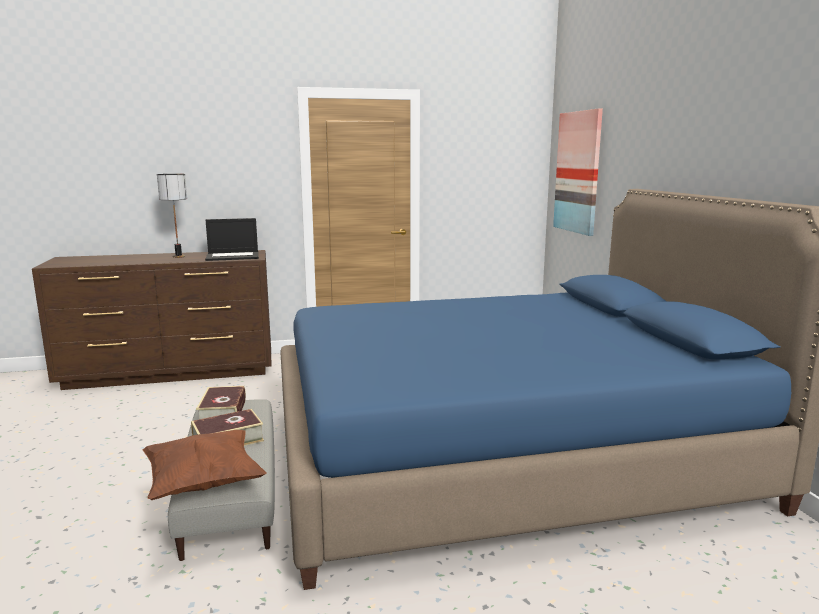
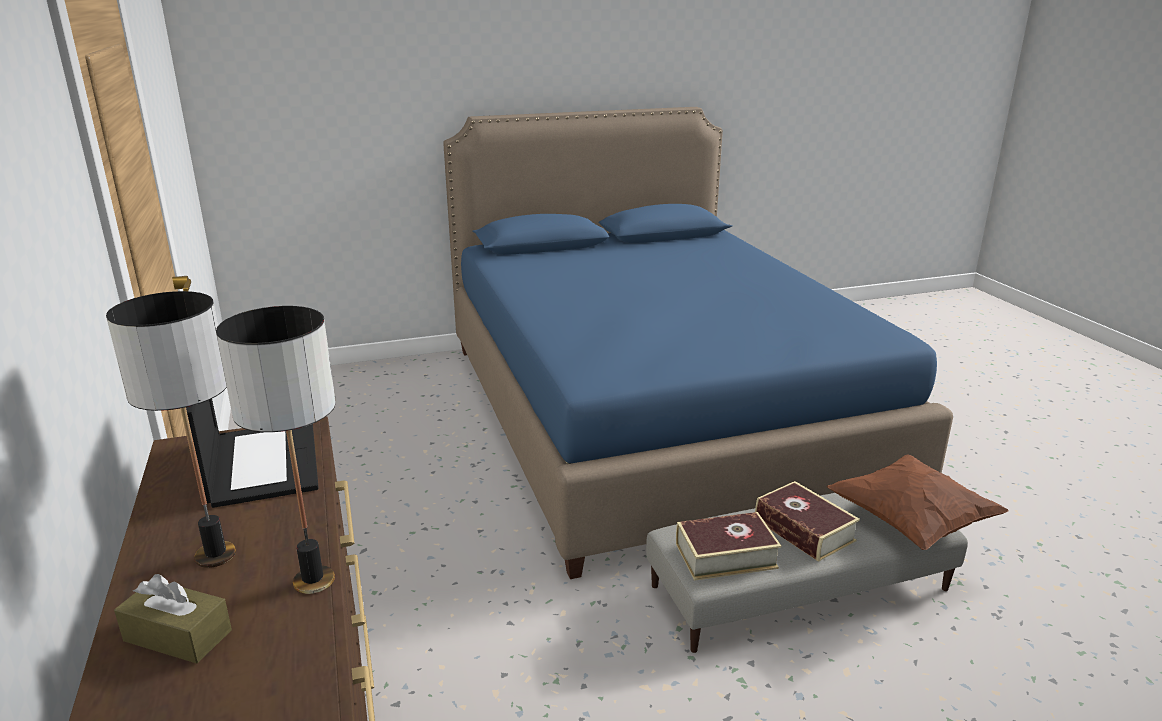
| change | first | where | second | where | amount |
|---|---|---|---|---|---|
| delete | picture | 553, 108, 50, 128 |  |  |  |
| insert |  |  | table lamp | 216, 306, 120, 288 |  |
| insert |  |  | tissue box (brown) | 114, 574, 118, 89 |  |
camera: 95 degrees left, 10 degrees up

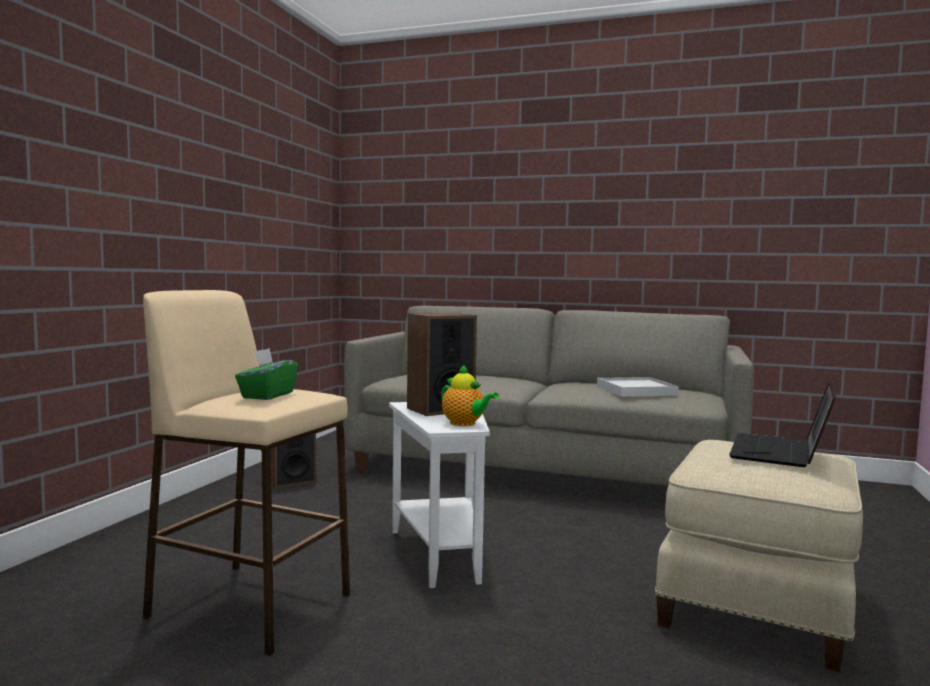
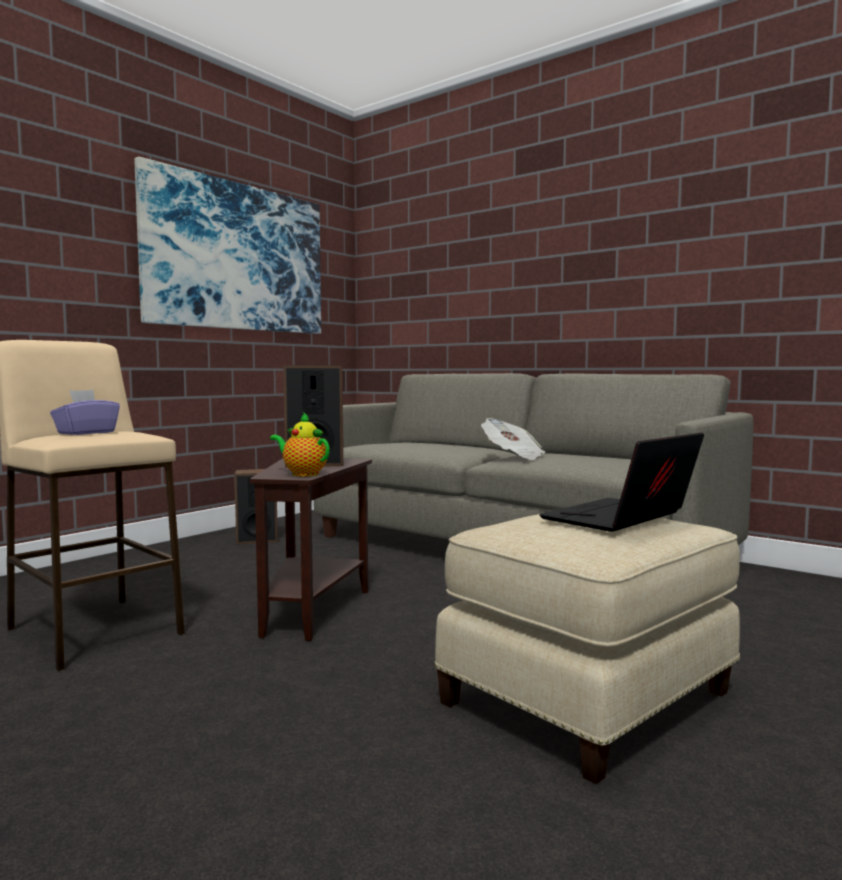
| change | first | where | second | where | amount |
|---|---|---|---|---|---|
| recolor | tissue box (green) | 235, 348, 63, 52 | tissue box (purple) | 50, 390, 70, 45 |  |
| rotate | teapot | 441, 364, 58, 62 |  | 270, 413, 60, 63 | 150 degrees clockwise |
| delete | tray (white) | 597, 377, 82, 20 |  |  |  |
| recolor | side table (white) | 389, 402, 101, 186 | side table (brown) | 250, 458, 122, 183 |  |
| insert |  |  | picture | 134, 157, 187, 177 |  |
| insert |  |  | newspaper | 481, 418, 64, 42 |  |
camera: 20 degrees right, 0 degrees up

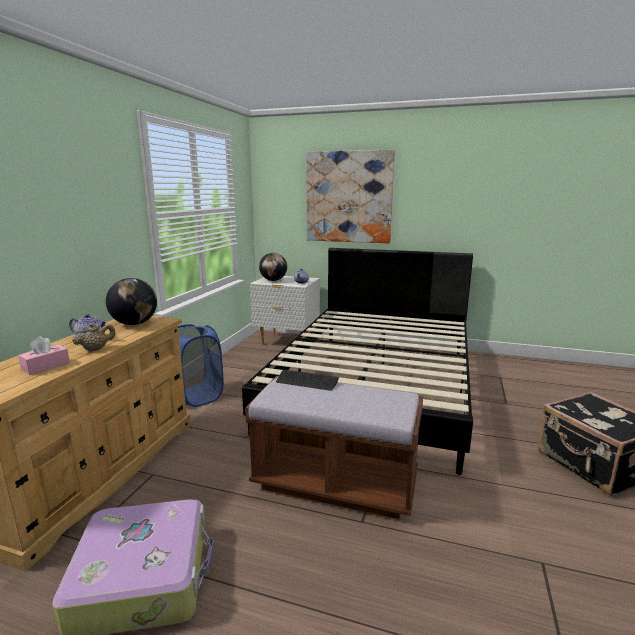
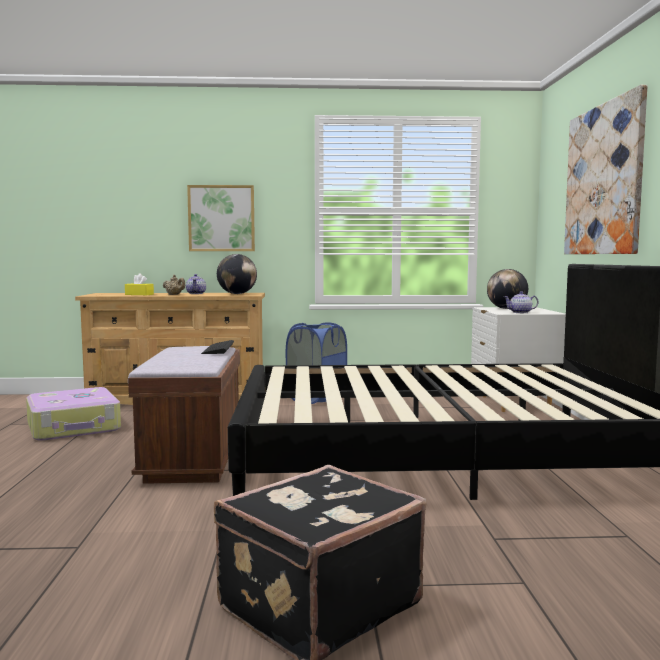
| change | first | where | second | where | amount |
|---|---|---|---|---|---|
| recolor | tissue box (pink) | 18, 336, 52, 39 | tissue box (yellow) | 125, 273, 29, 22 |  |
| insert |  |  | picture | 187, 185, 68, 66 |  |
camera: 70 degrees right, 10 degrees down

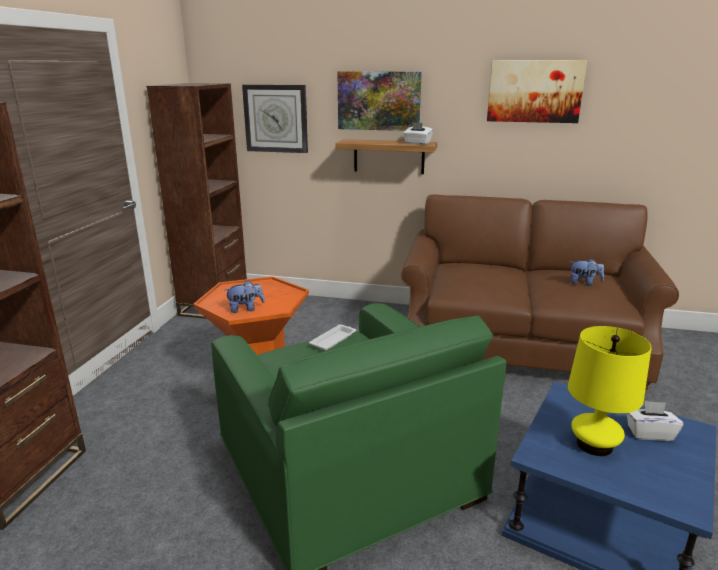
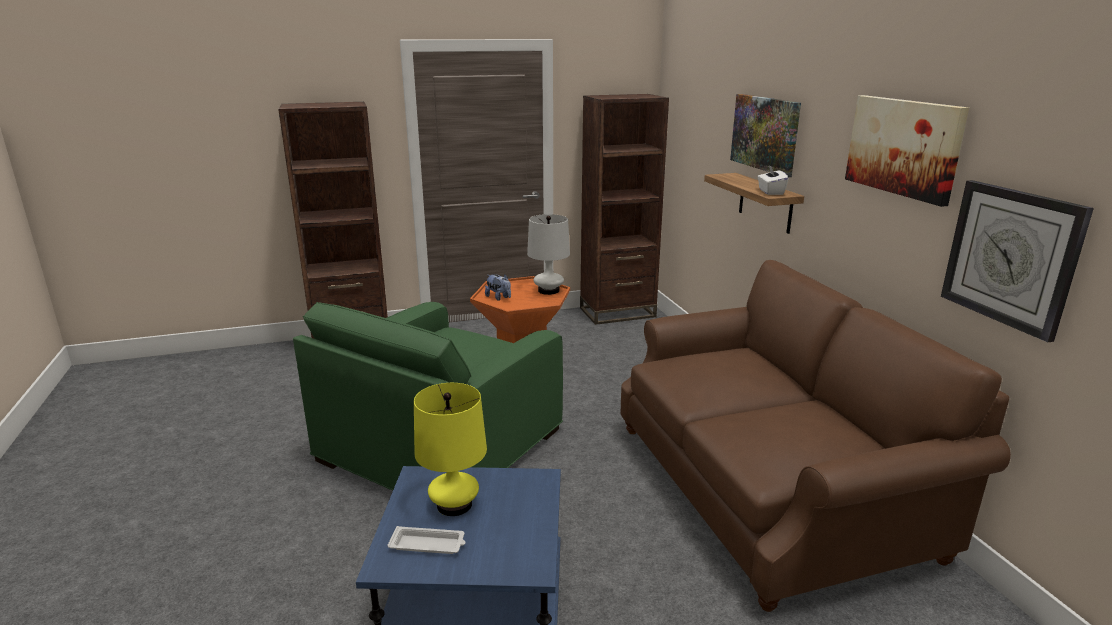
| change | first | where | second | where | amount |
|---|---|---|---|---|---|
| move | wall clock | 242, 84, 66, 69 |  | 941, 180, 153, 162 |  |
| delete | plush toy | 570, 259, 34, 27 |  |  |  |
| move | tray (white) | 309, 324, 47, 26 |  | 387, 526, 78, 28 |  |
| delete | tissue box (white) | 626, 401, 58, 40 |  |  |  |
| insert |  |  | table lamp (white) | 527, 214, 43, 81 |  |
camera: 60 degrees right, 0 degrees up

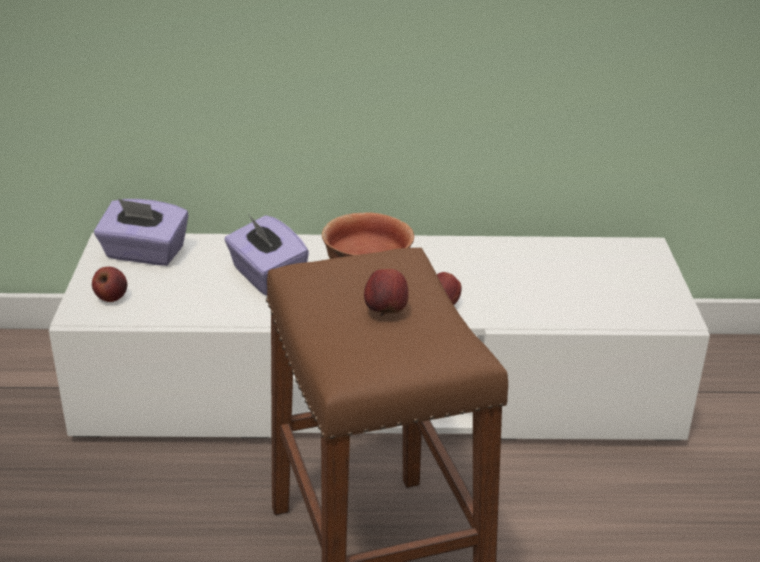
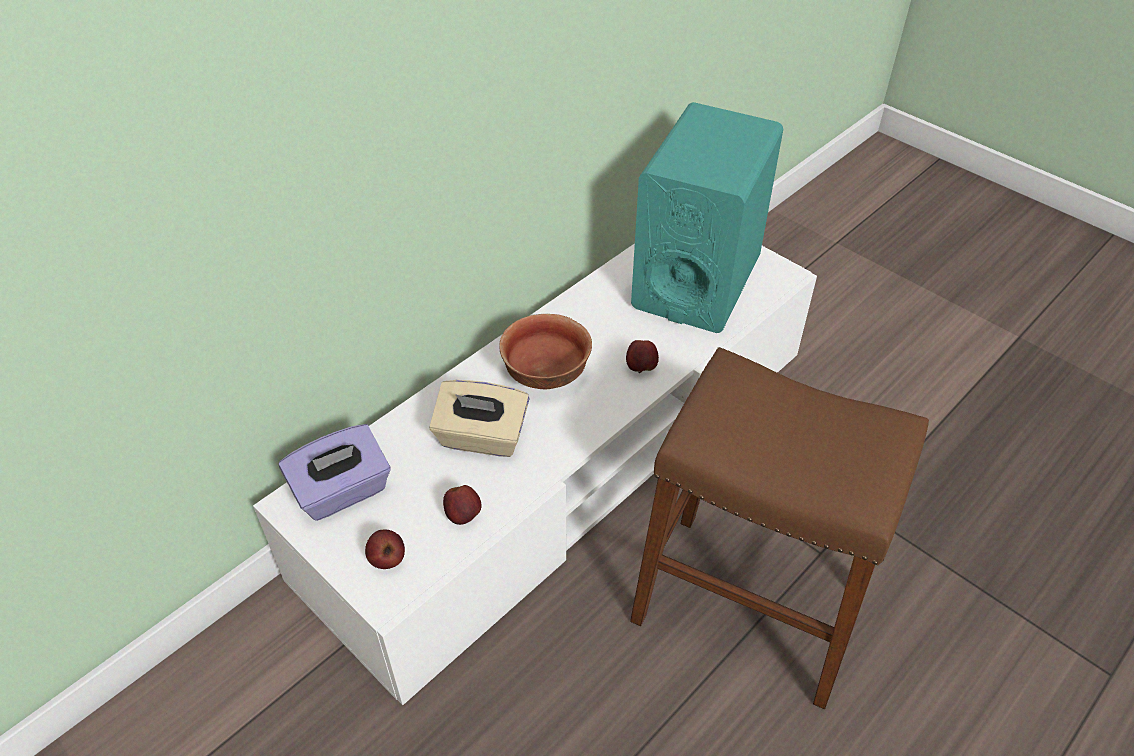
| change | first | where | second | where | amount |
|---|---|---|---|---|---|
| recolor | tissue box (purple) | 224, 215, 85, 81 | tissue box (beige) | 429, 380, 101, 77 |  |
| move | apple | 364, 269, 45, 47 |  | 443, 485, 39, 40 |  |
| insert |  |  | speaker (turquoise) | 631, 102, 152, 231 |  |
camera: 45 degrees left, 15 degrees up

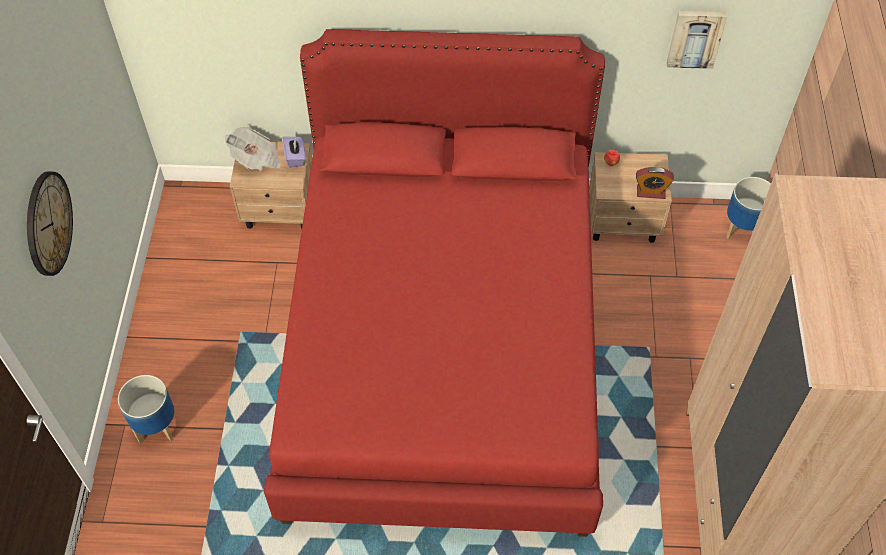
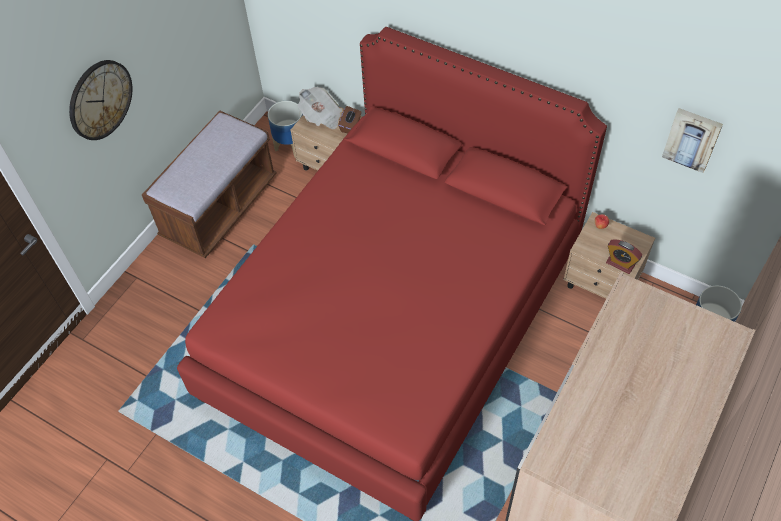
| change | first | where | second | where | amount |
|---|---|---|---|---|---|
| recolor | tissue box (purple) | 282, 137, 24, 31 | tissue box (brown) | 338, 106, 23, 27 |  |
| move | planter | 118, 375, 57, 68 |  | 268, 101, 35, 56 |  |
| insert |  |  | bench (brown) | 142, 111, 135, 147 |  |
camera: 30 degrees right, 0 degrees up

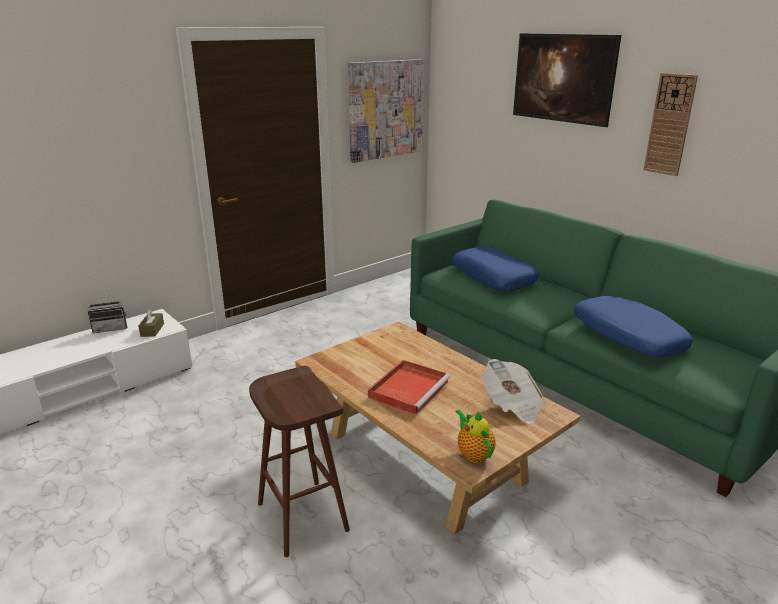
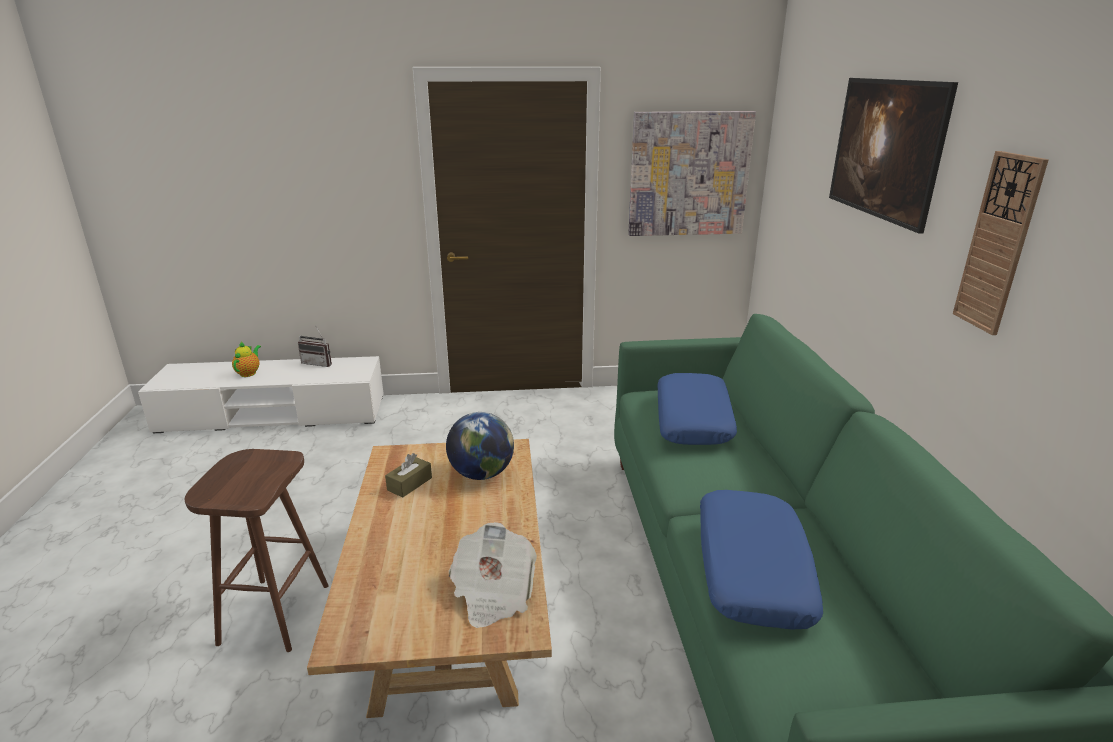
| change | first | where | second | where | amount |
|---|---|---|---|---|---|
| move | tissue box (brown) | 138, 308, 26, 29 |  | 385, 453, 47, 45 |  |
| delete | tray (red) | 368, 360, 82, 55 |  |  |  |
| move | teapot | 456, 410, 40, 53 |  | 232, 342, 29, 35 |  |
| insert |  |  | globe | 446, 412, 68, 68 |  |
camera: 35 degrees right, 0 degrees up

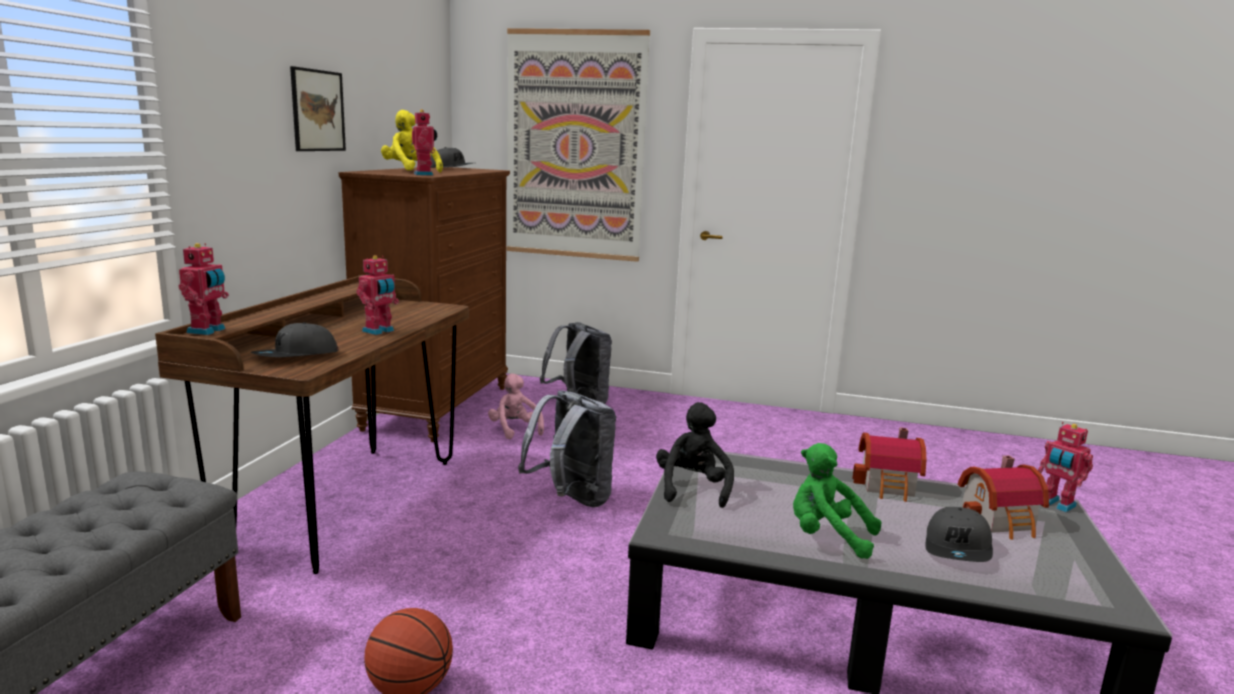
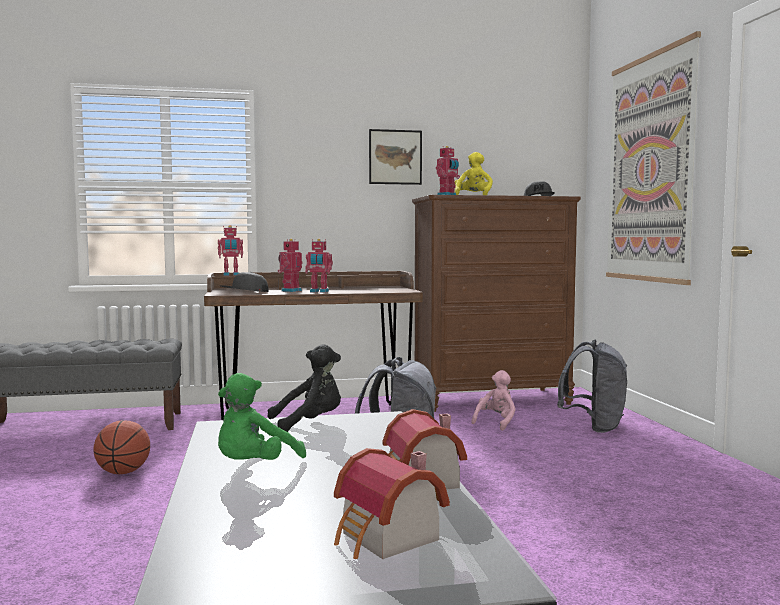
| change | first | where | second | where | amount |
|---|---|---|---|---|---|
| move | toy robot | 1038, 422, 55, 90 |  | 278, 239, 25, 53 |  |
| rotate | plush toy (green) | 793, 443, 88, 116 |  | 218, 373, 88, 87 | 150 degrees counterclockwise |
| delete | cap (grey) | 925, 507, 68, 55 |  |  |  |
camera: 65 degrees right, 10 degrees down

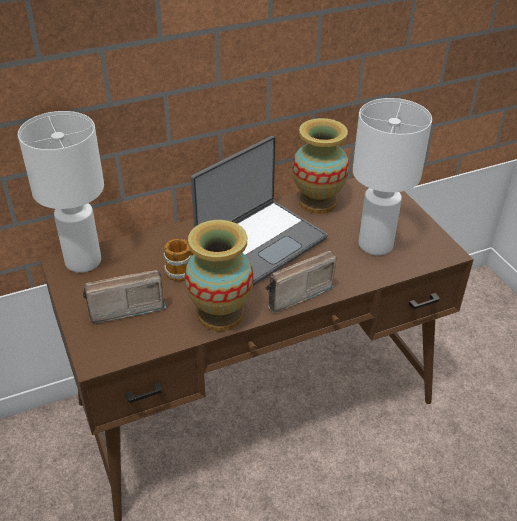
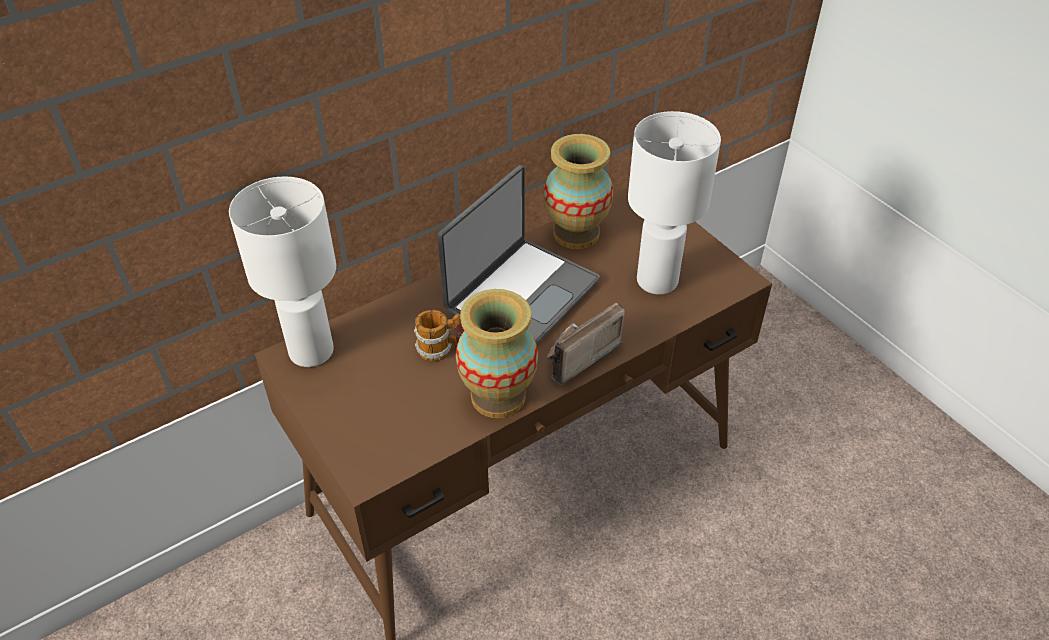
| change | first | where | second | where | amount |
|---|---|---|---|---|---|
| delete | radio | 83, 270, 83, 54 |  |  |  |
camera: 10 degrees left, 5 degrees up

